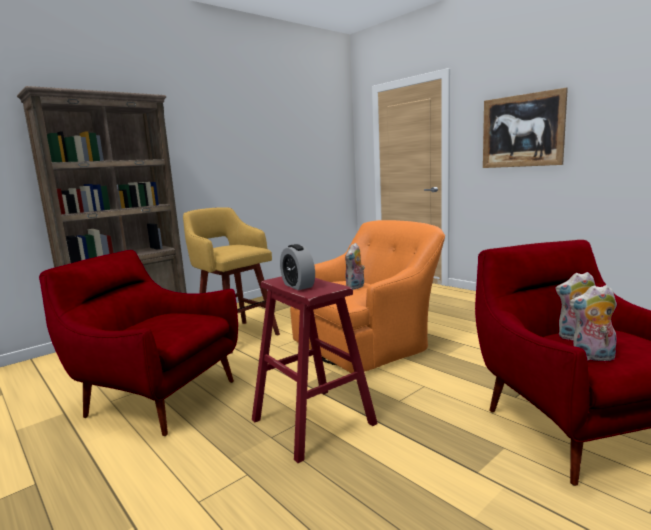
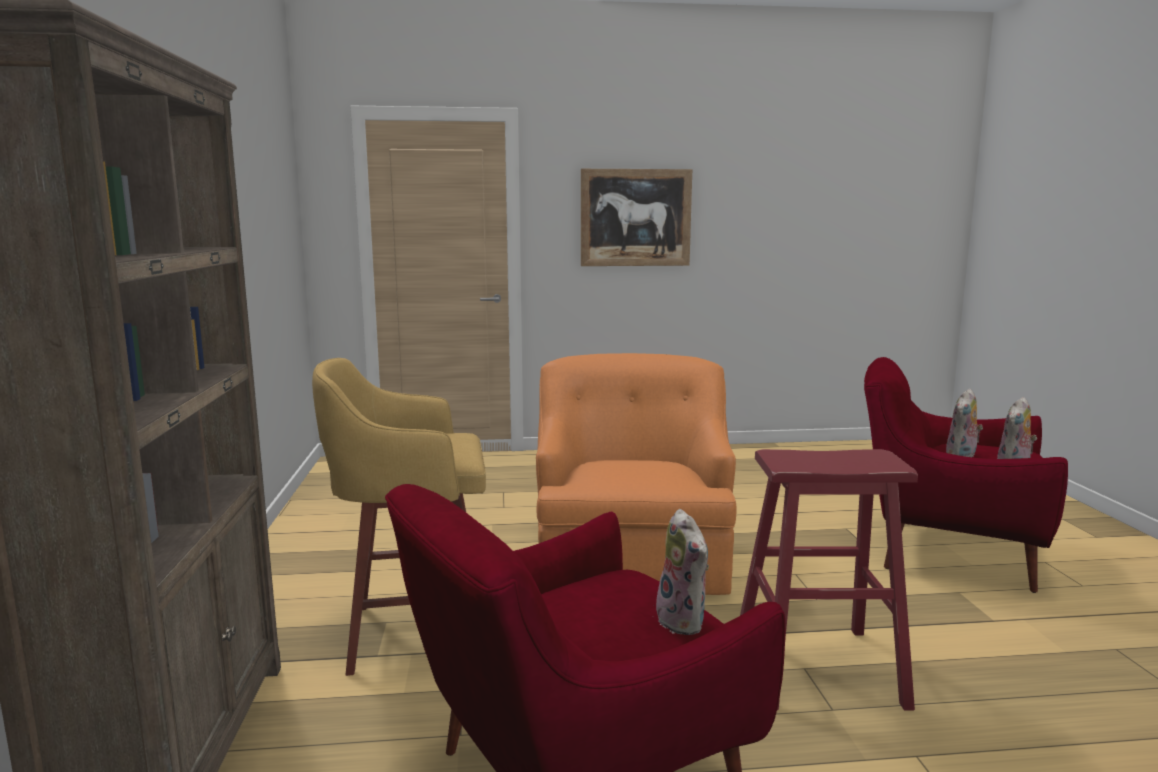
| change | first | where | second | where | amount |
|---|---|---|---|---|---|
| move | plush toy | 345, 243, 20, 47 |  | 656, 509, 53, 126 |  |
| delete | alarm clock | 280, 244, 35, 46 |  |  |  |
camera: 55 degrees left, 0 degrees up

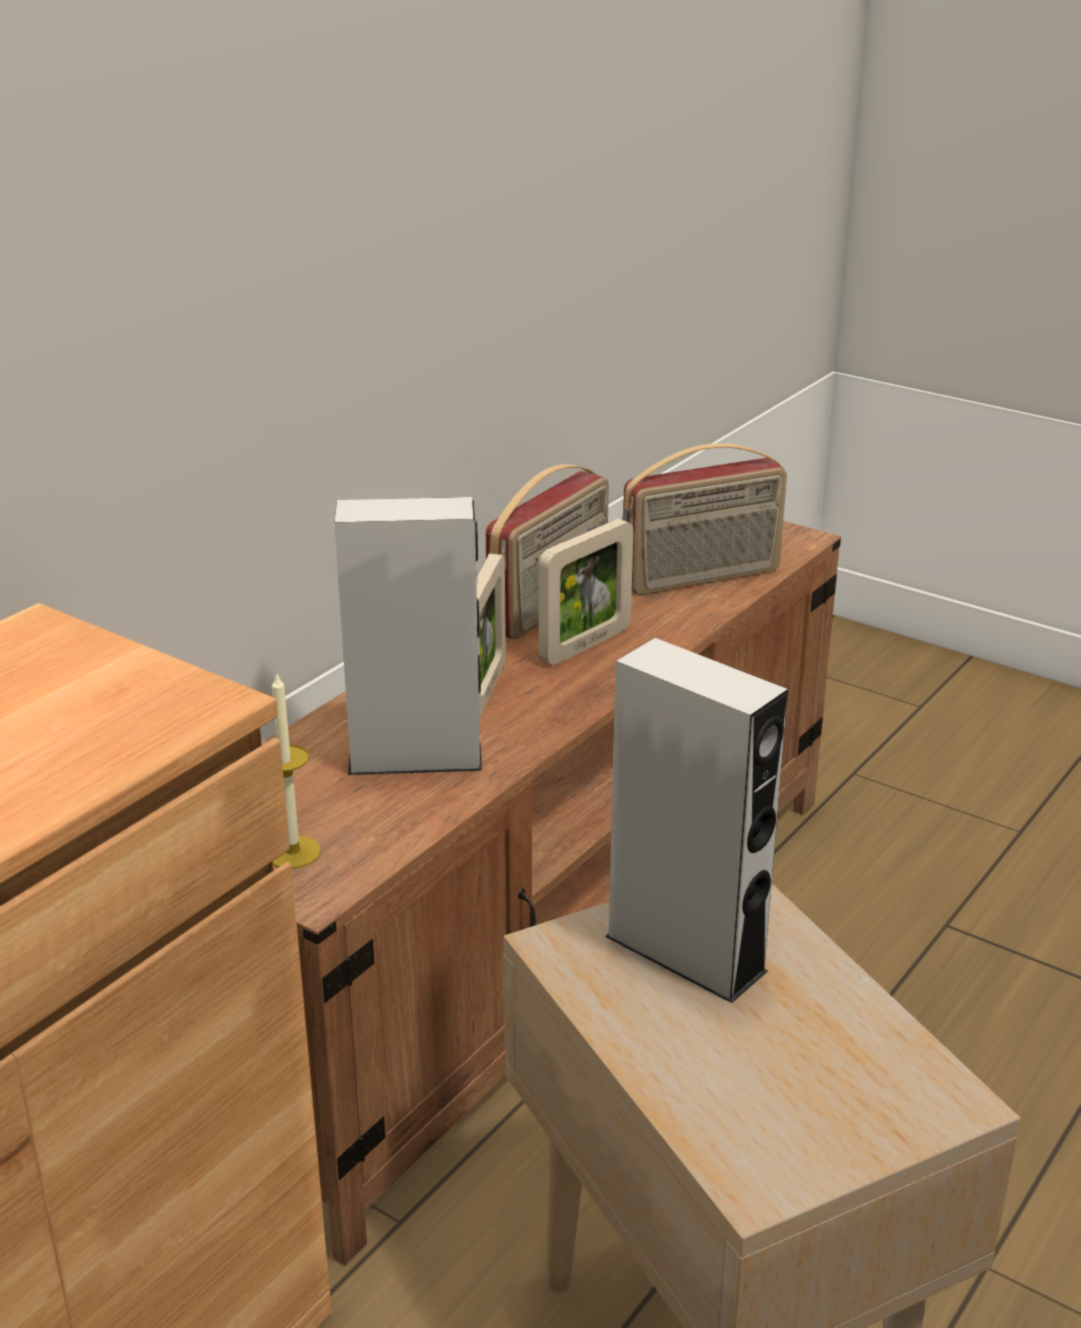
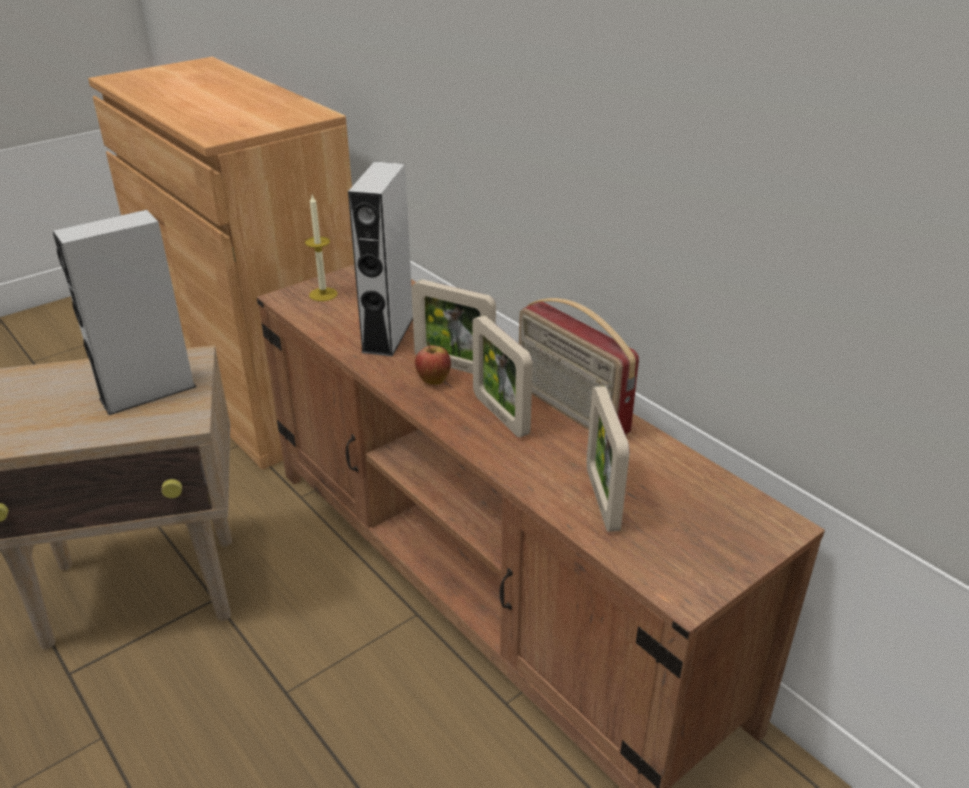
| change | first | where | second | where | amount |
|---|---|---|---|---|---|
| replace | radio | 622, 443, 165, 152 | picture frame | 586, 386, 43, 146 |  |
| insert |  |  | apple | 415, 342, 36, 43 |  |
camera: 105 degrees right, 5 degrees up

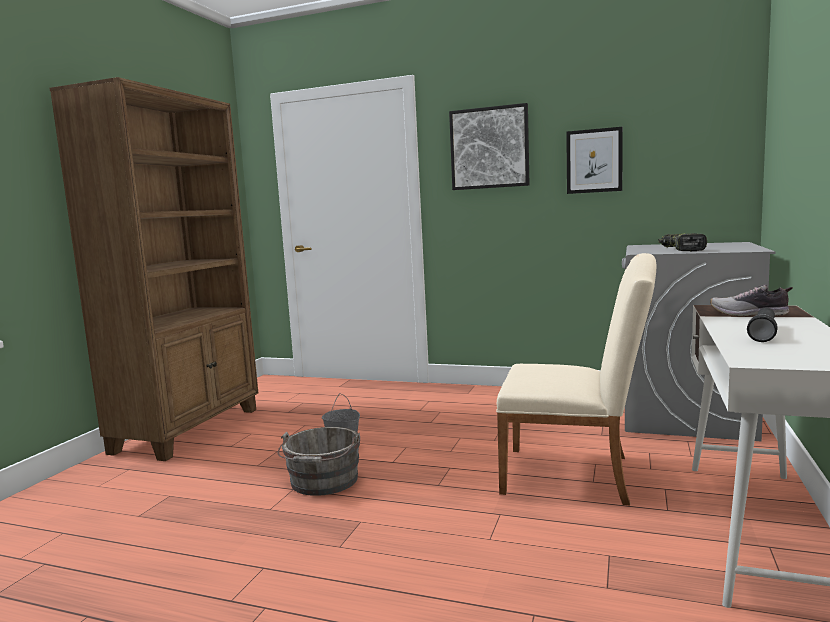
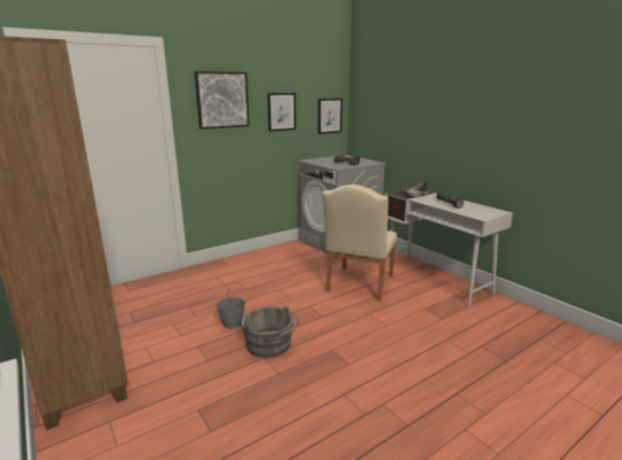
| change | first | where | second | where | amount |
|---|---|---|---|---|---|
| rotate | chair (beige) | 496, 253, 161, 252 |  | 323, 184, 74, 117 | 150 degrees clockwise |
| insert |  |  | picture | 318, 98, 24, 36 |  |
camera: 55 degrees left, 10 degrees up

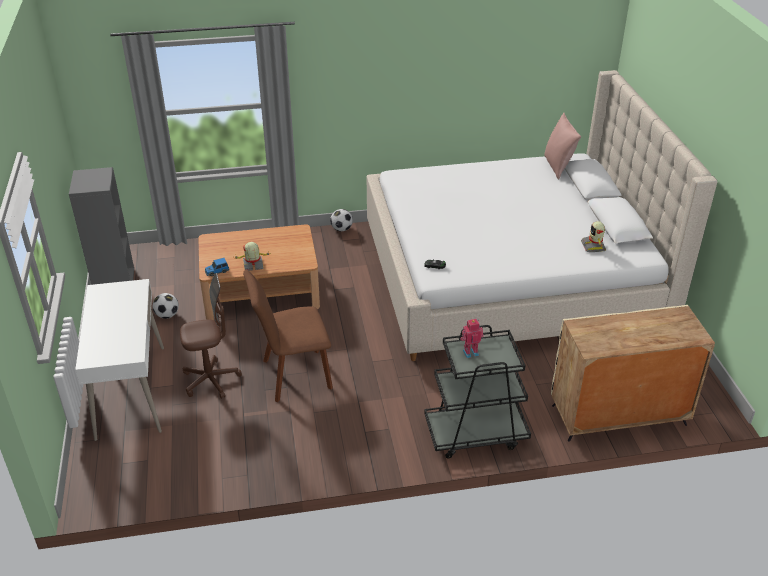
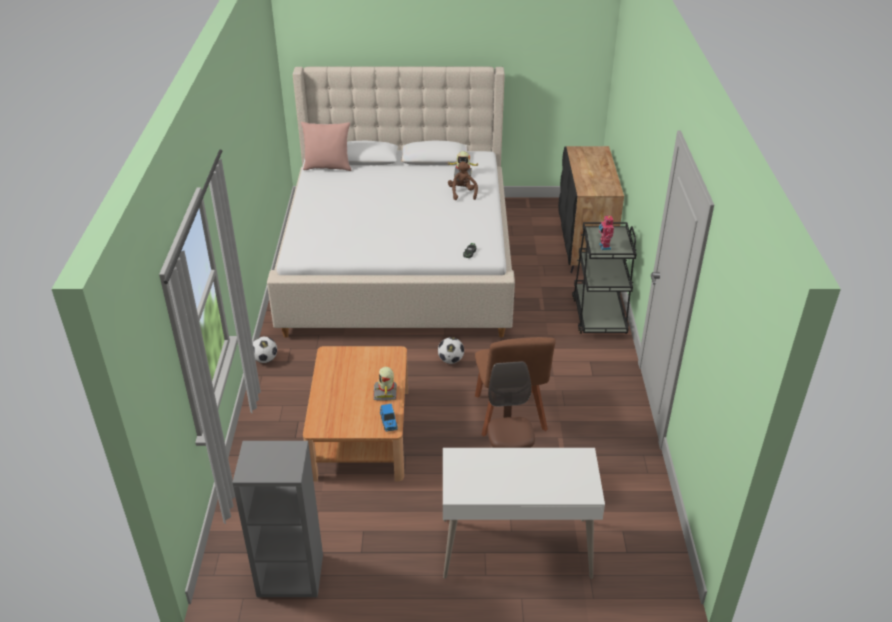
| change | first | where | second | where | amount |
|---|---|---|---|---|---|
| move | football | 153, 293, 26, 26 |  | 438, 337, 26, 27 |  |
| recolor | cabinet (beige) | 551, 304, 164, 138 | cabinet (black) | 558, 146, 66, 127 |  |
| insert |  |  | plush toy (brown) | 448, 161, 30, 39 |  |
camera: 80 degrees left, 0 degrees up

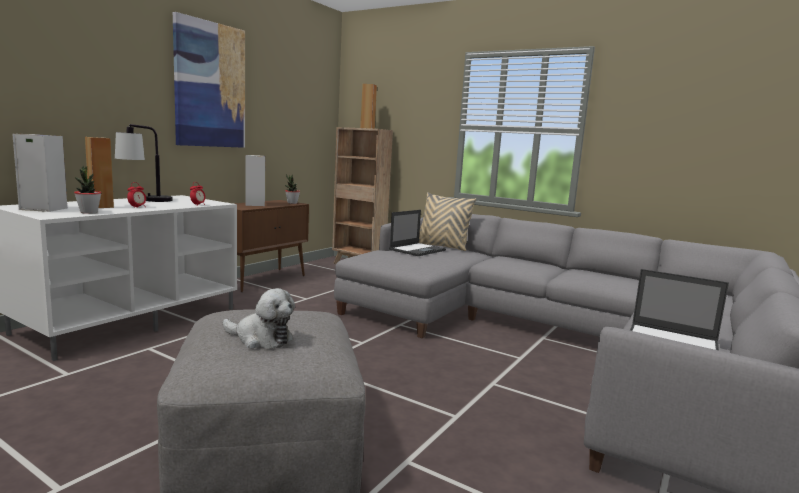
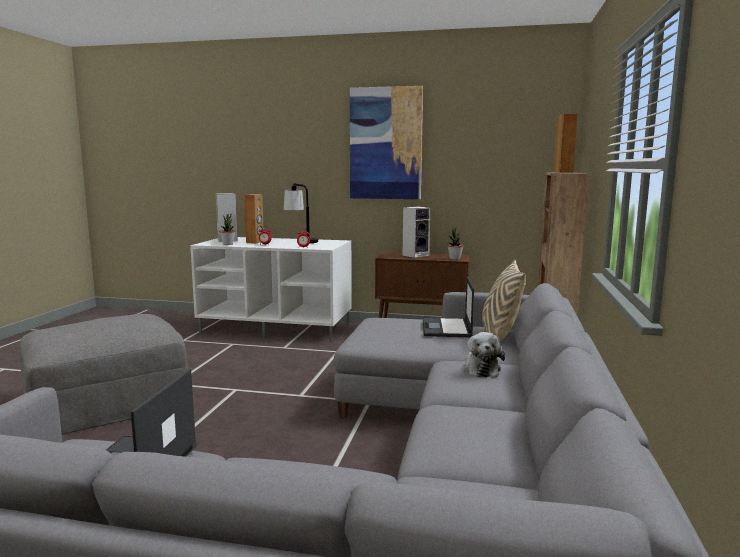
| change | first | where | second | where | amount |
|---|---|---|---|---|---|
| rotate | laptop | 389, 210, 57, 46 |  | 423, 277, 51, 60 | 75 degrees clockwise |
| move | plush toy | 223, 288, 72, 61 |  | 462, 332, 43, 45 |  |
camera: 70 degrees right, 0 degrees up

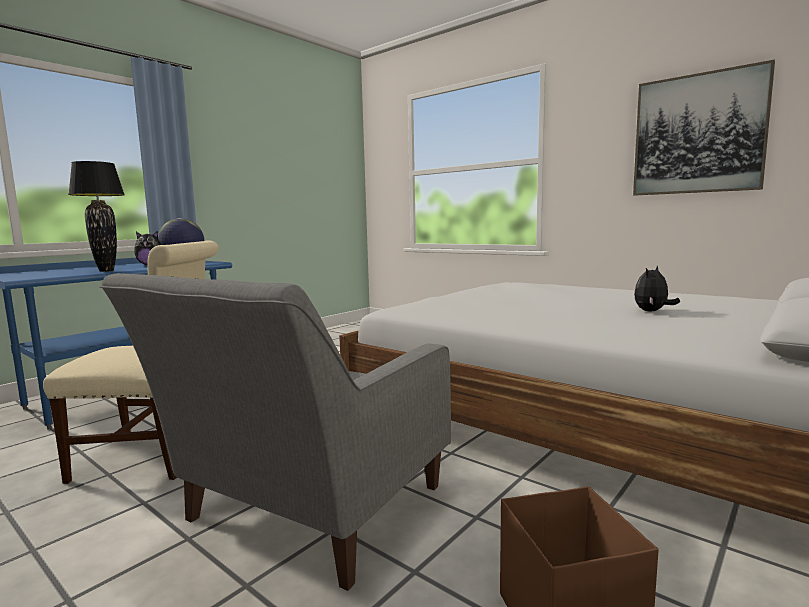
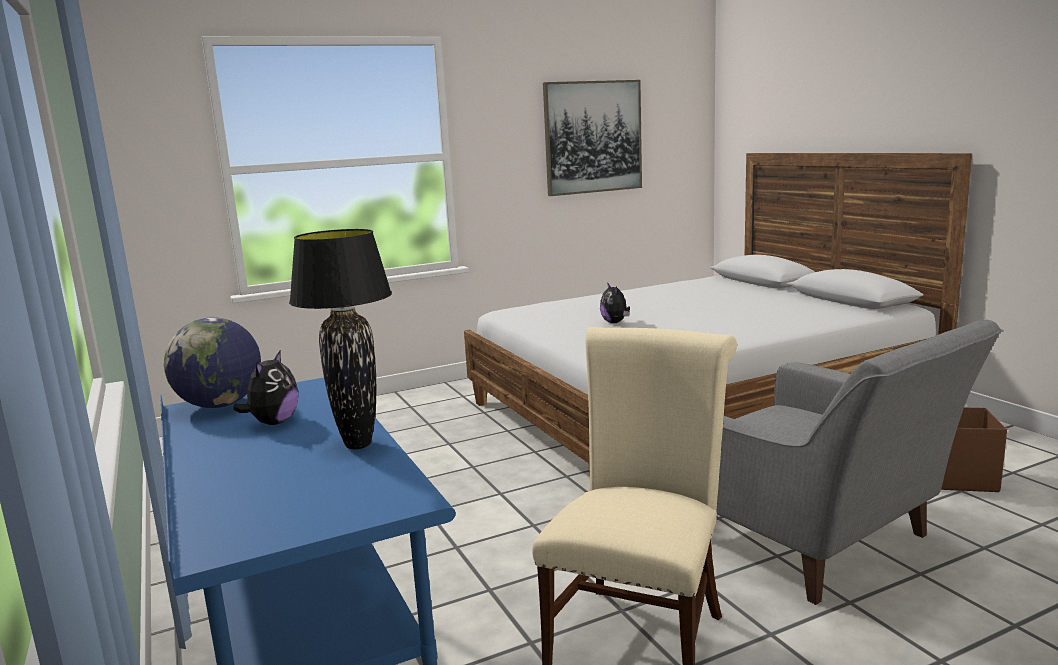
| change | first | where | second | where | amount |
|---|---|---|---|---|---|
| move | plush toy | 634, 266, 46, 46 |  | 600, 283, 30, 40 |  |
camera: 65 degrees left, 5 degrees up

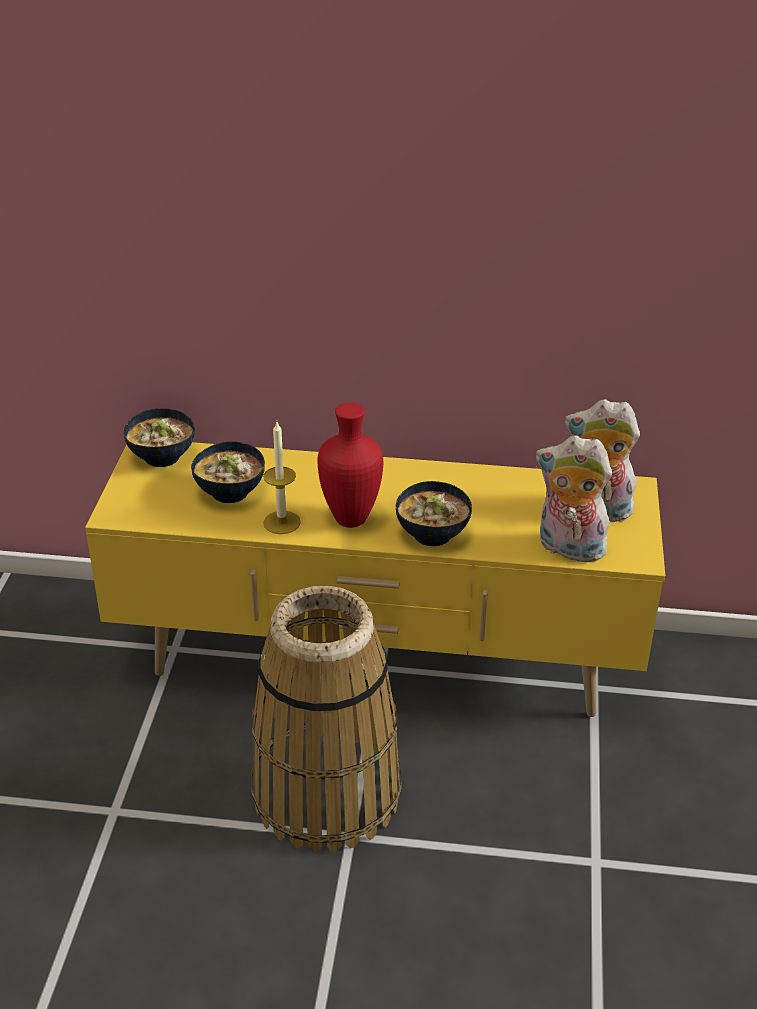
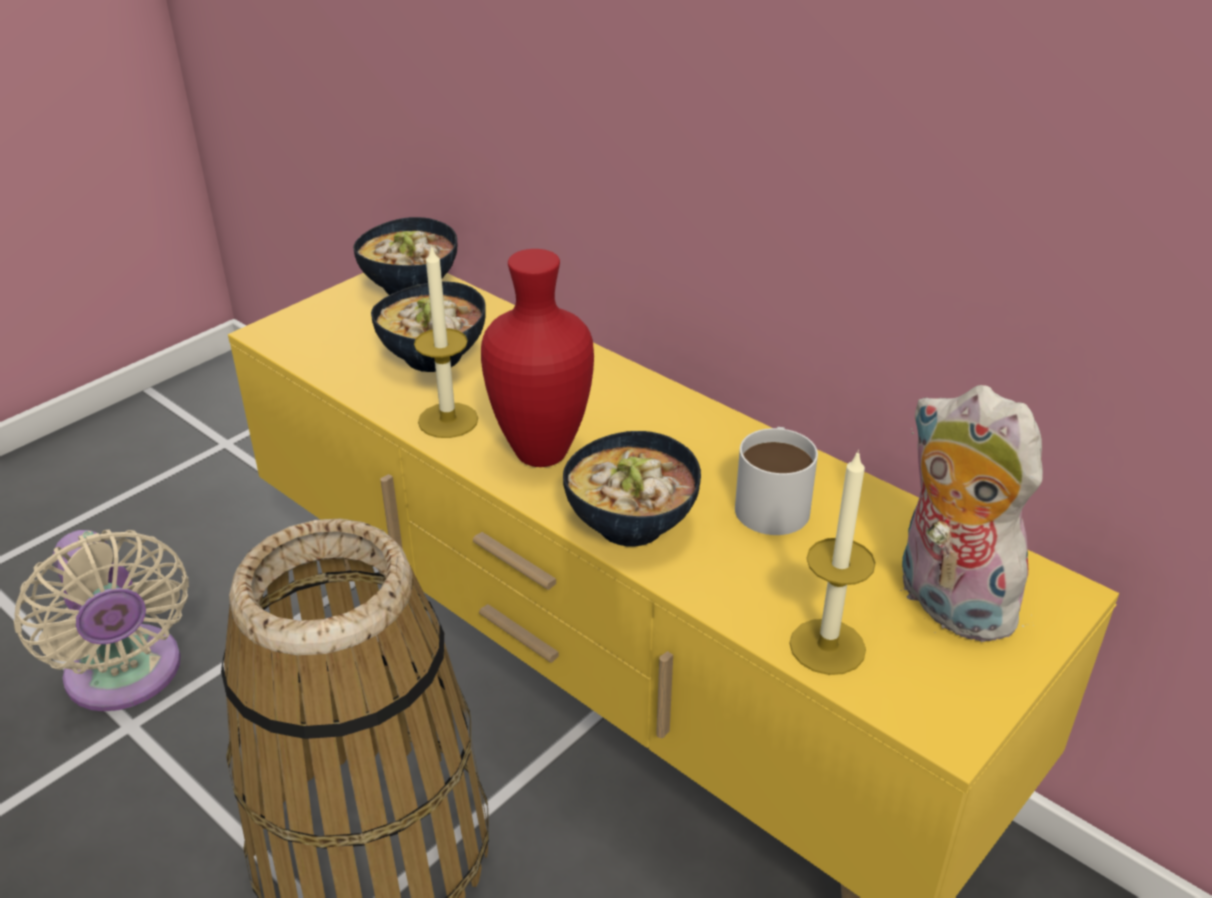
| change | first | where | second | where | amount |
|---|---|---|---|---|---|
| replace | plush toy | 536, 435, 78, 130 | candle | 789, 449, 87, 226 |  |
| insert |  |  | mug (white) | 735, 427, 83, 108 |  |
| insert |  |  | fan (beige) | 13, 529, 176, 182 |  |
camera: 35 degrees right, 0 degrees up

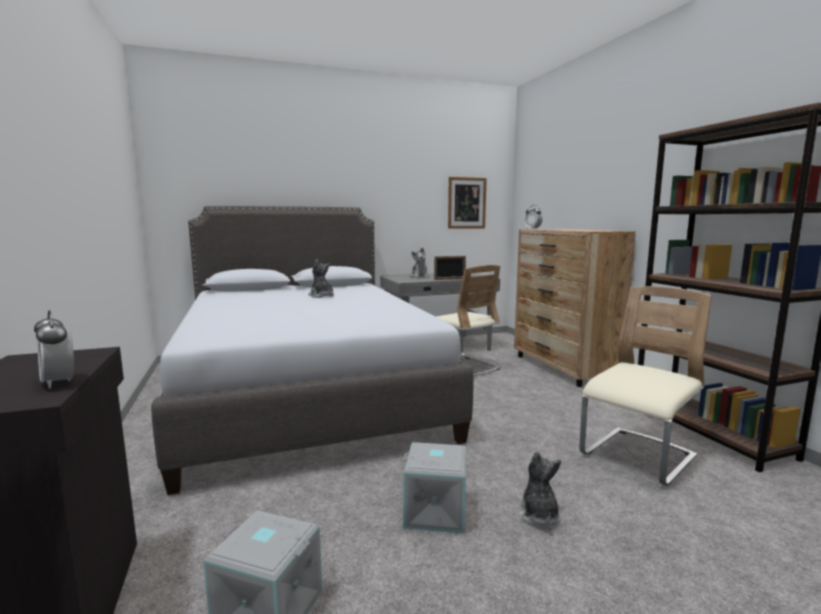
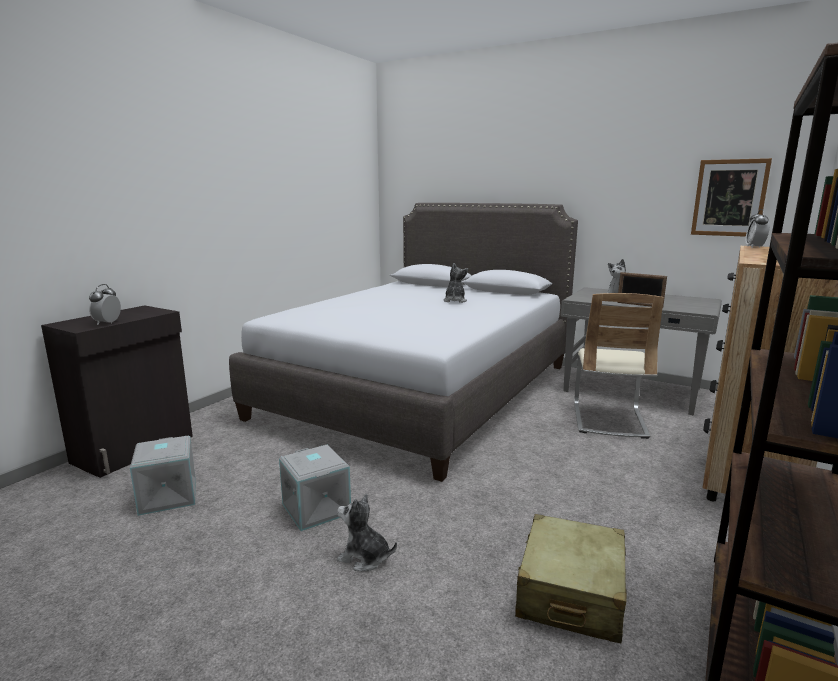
| change | first | where | second | where | amount |
|---|---|---|---|---|---|
| replace | chair (beige) | 579, 286, 133, 200 | suitcase (beige) | 515, 514, 112, 129 |  |
| rotate | plush toy | 519, 452, 42, 73 |  | 337, 494, 60, 77 | 120 degrees counterclockwise |
camera: 50 degrees right, 5 degrees up

